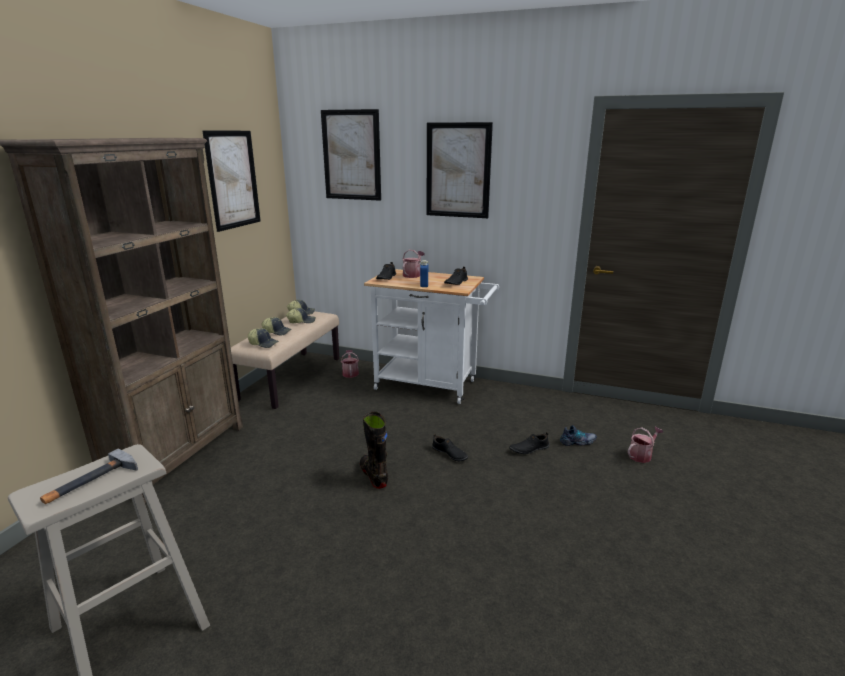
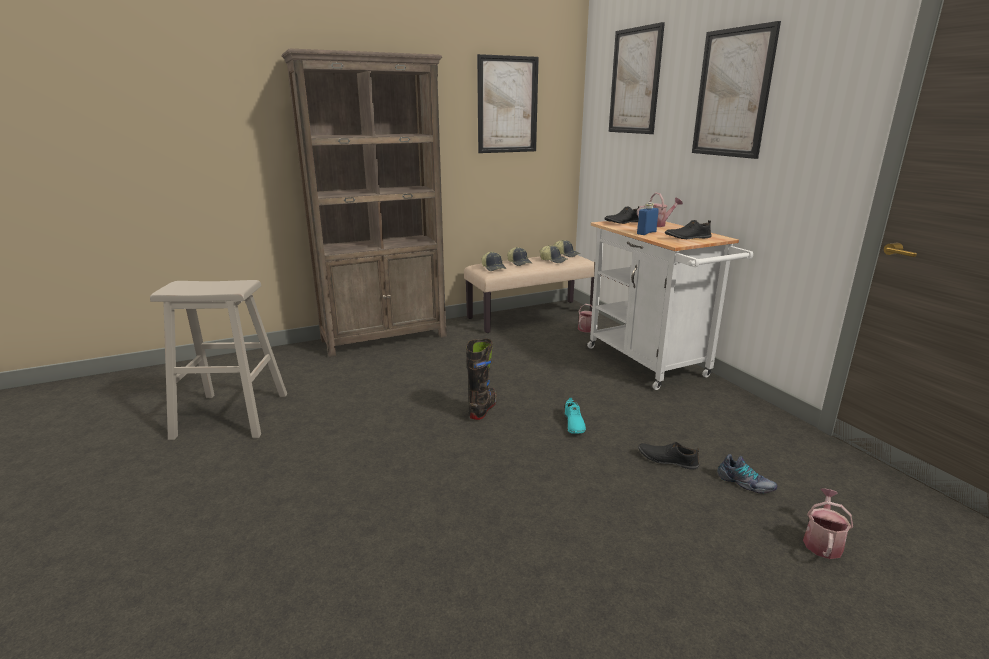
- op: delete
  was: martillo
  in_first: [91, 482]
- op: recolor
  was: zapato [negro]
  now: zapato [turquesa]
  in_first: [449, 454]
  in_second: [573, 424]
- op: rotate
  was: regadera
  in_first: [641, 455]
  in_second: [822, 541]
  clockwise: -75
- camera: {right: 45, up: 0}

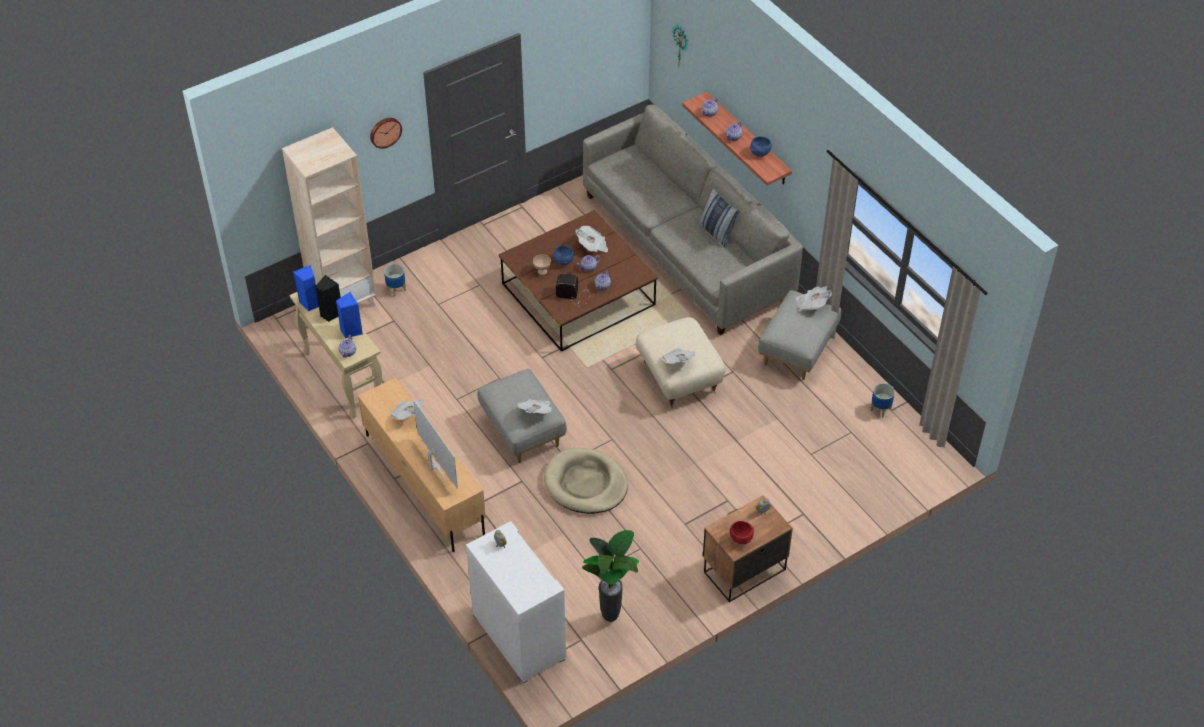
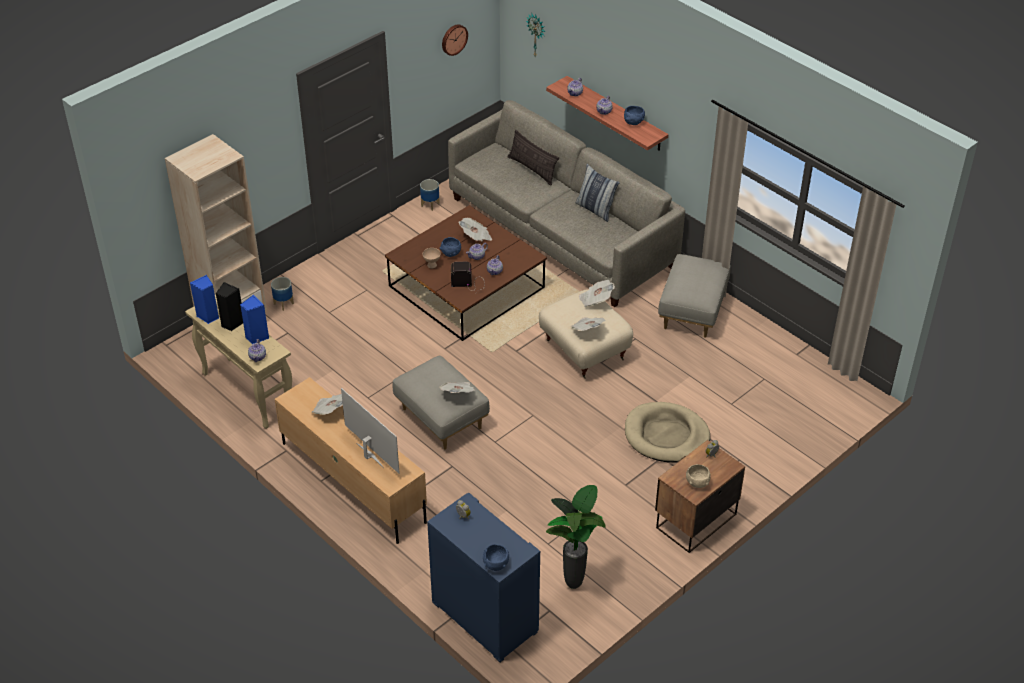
- op: move
  was: reloj de pared
  in_first: [385, 132]
  in_second: [453, 39]
- op: recolor
  was: armario [blanco]
  now: armario [azul]
  in_first: [517, 636]
  in_second: [483, 617]
- op: move
  was: cama para perro [beis]
  in_first: [585, 484]
  in_second: [666, 435]
- op: recolor
  was: cuenco [rojo]
  now: cuenco [beis]
  in_first: [741, 538]
  in_second: [697, 483]
- op: move
  was: periódico
  in_first: [812, 304]
  in_second: [595, 300]
- op: move
  was: maceta
  in_first: [880, 409]
  in_second: [430, 204]
- op: insert
  now: cuenco [azul]
  in_second: [495, 565]
- op: insert
  now: cojín
  in_second: [532, 169]
- camera: {right: -10, up: -5}

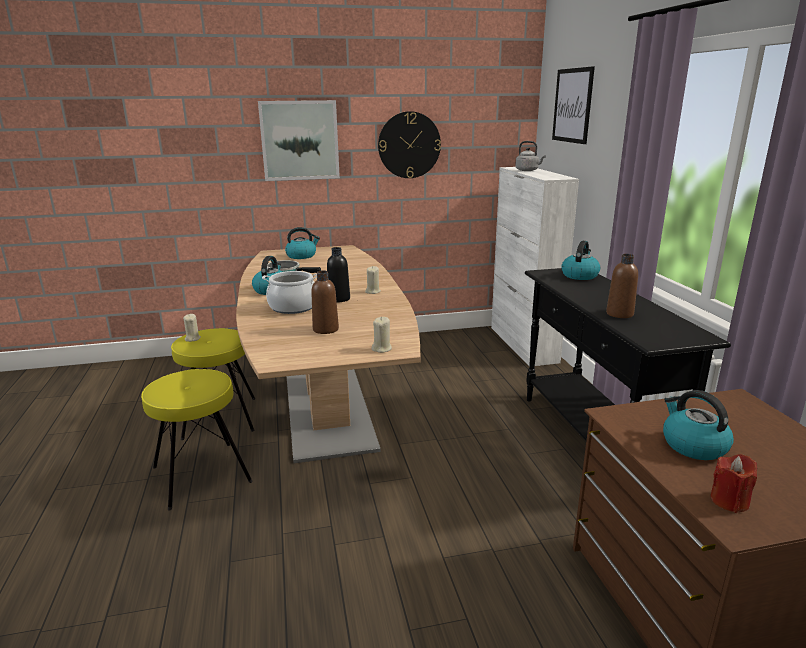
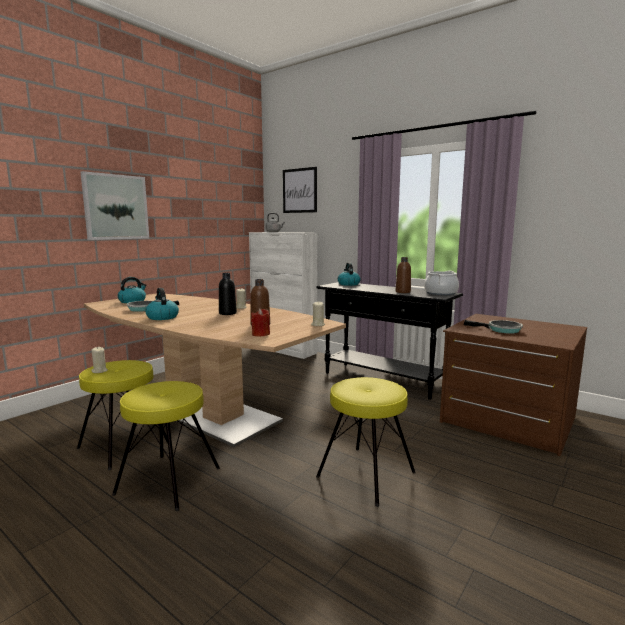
- op: move
  was: olla
  in_first: [293, 307]
  in_second: [440, 293]
- op: delete
  was: reloj de pared
  in_first: [409, 145]
- op: replace
  was: hervidor
  now: sartén
  in_first: [693, 445]
  in_second: [501, 330]
- op: move
  was: vela [rojo]
  in_first: [729, 501]
  in_second: [261, 334]
- op: insert
  now: taburete [amarillo]
  in_second: [366, 475]
- camera: {right: -40, up: -10}

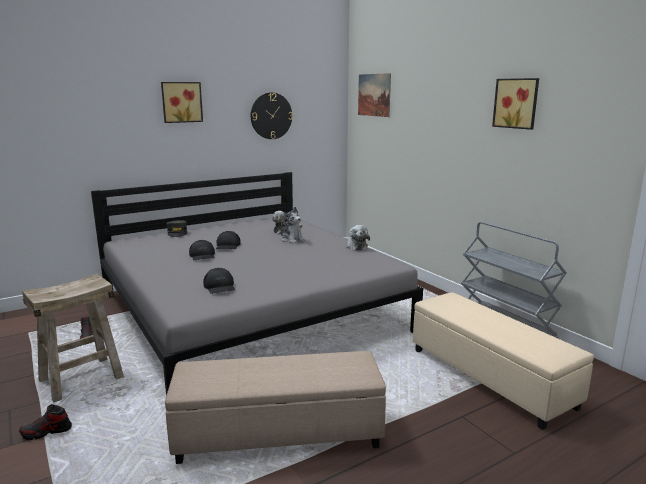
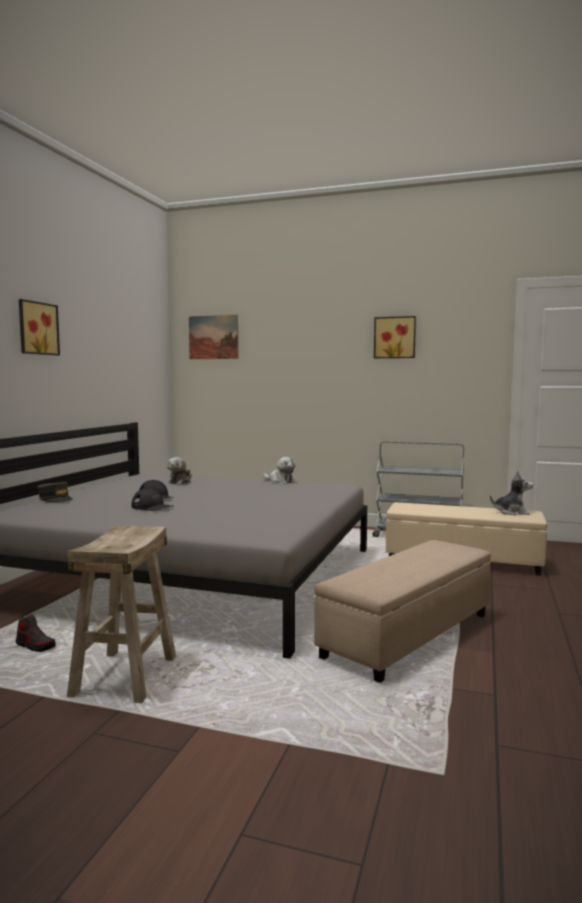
- op: delete
  was: zapato
  in_first: [46, 432]
- op: delete
  was: gorra [negro]
  in_first: [220, 286]
- op: delete
  was: reloj de pared
  in_first: [271, 116]
- op: move
  was: peluche
  in_first: [291, 239]
  in_second: [511, 512]
- camera: {right: -40, up: -10}

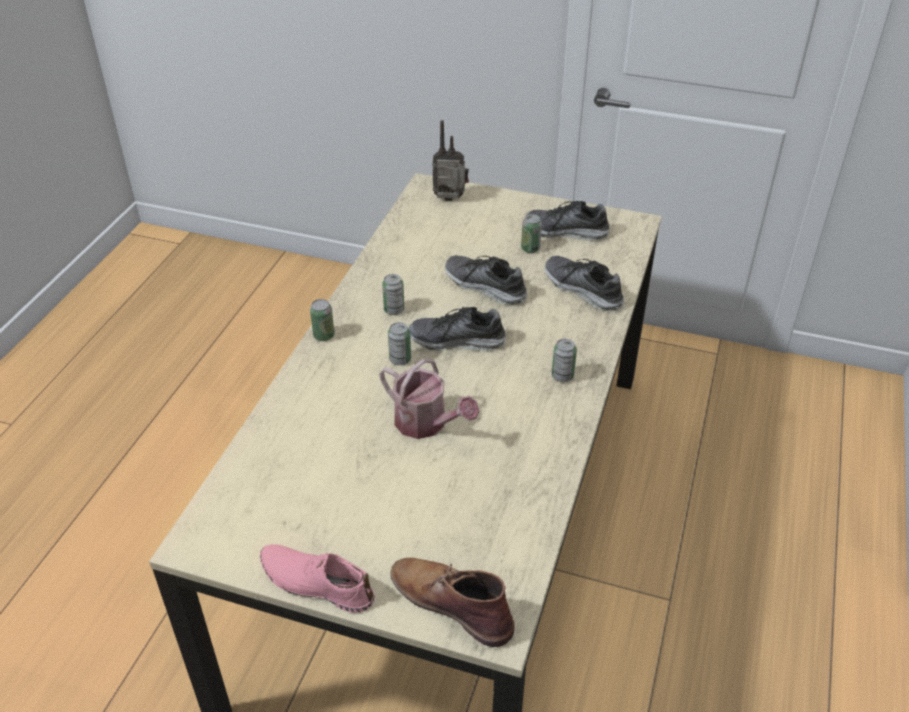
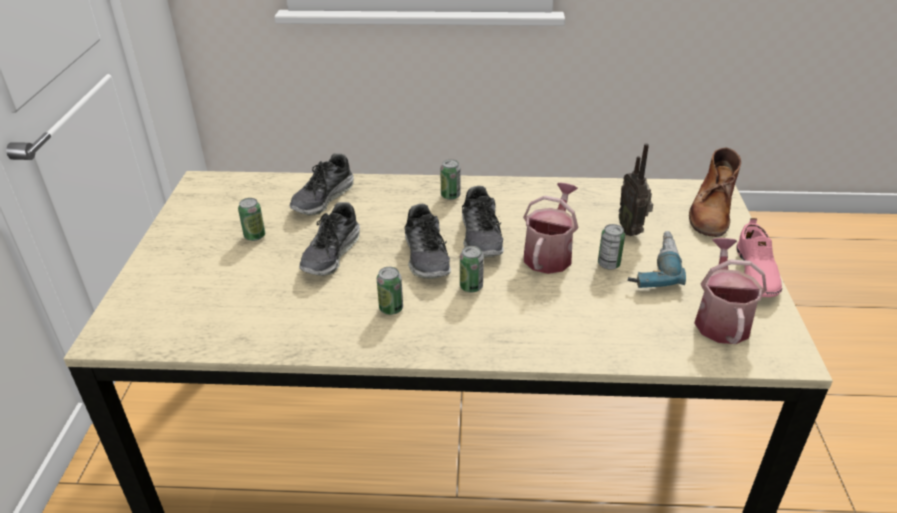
- op: move
  was: lata
  in_first: [324, 336]
  in_second: [608, 264]
- op: move
  was: radio
  in_first: [450, 201]
  in_second: [631, 230]
- op: move
  was: zapato
  in_first: [566, 232]
  in_second: [481, 237]
- op: insert
  now: taladro
  in_second: [651, 266]
- op: insert
  now: regadera
  in_second: [721, 319]
- camera: {right: -105, up: -5}

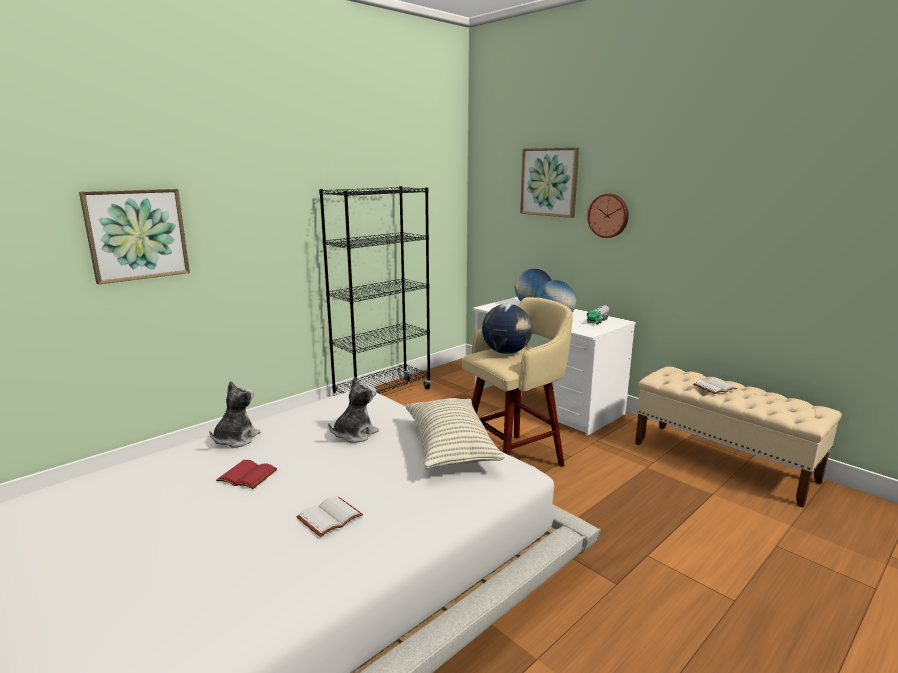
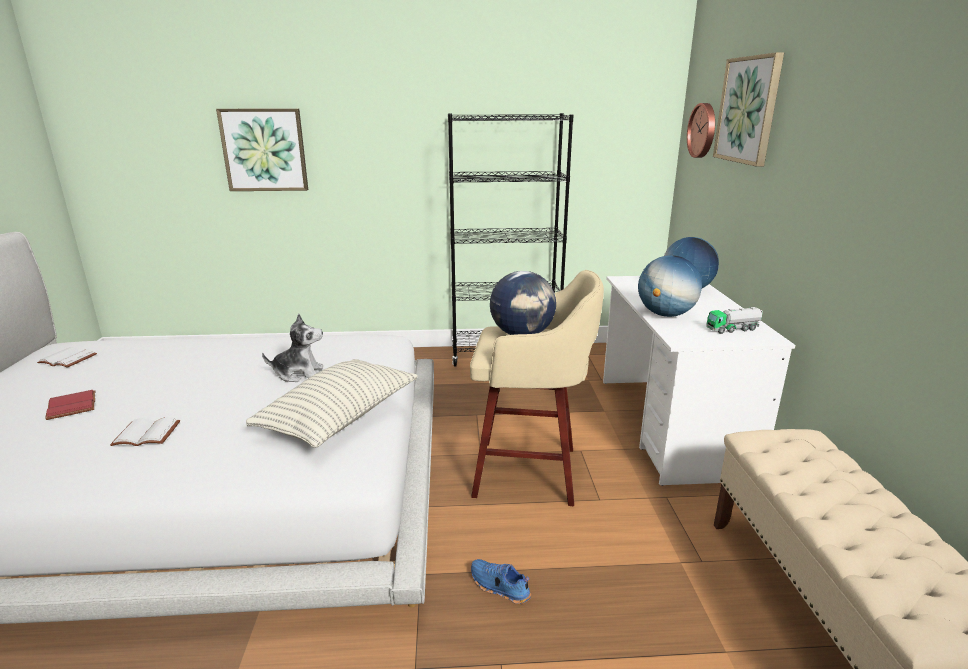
- op: delete
  was: peluche
  in_first: [235, 439]
- op: move
  was: libro [rojo]
  in_first: [249, 475]
  in_second: [74, 406]
- op: move
  was: reloj de pared
  in_first: [609, 215]
  in_second: [703, 130]
- op: move
  was: libro [blanco]
  in_first: [715, 388]
  in_second: [66, 360]
- op: insert
  now: zapato [azul]
  in_second: [499, 587]
- camera: {right: 40, up: 5}

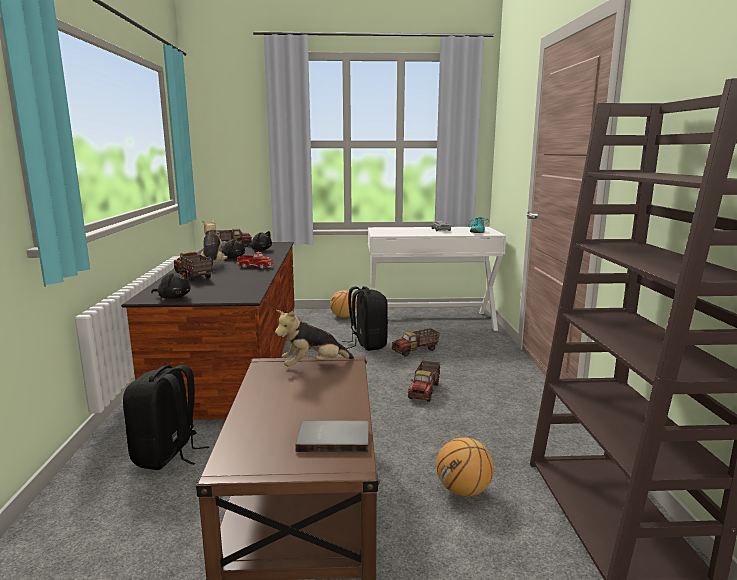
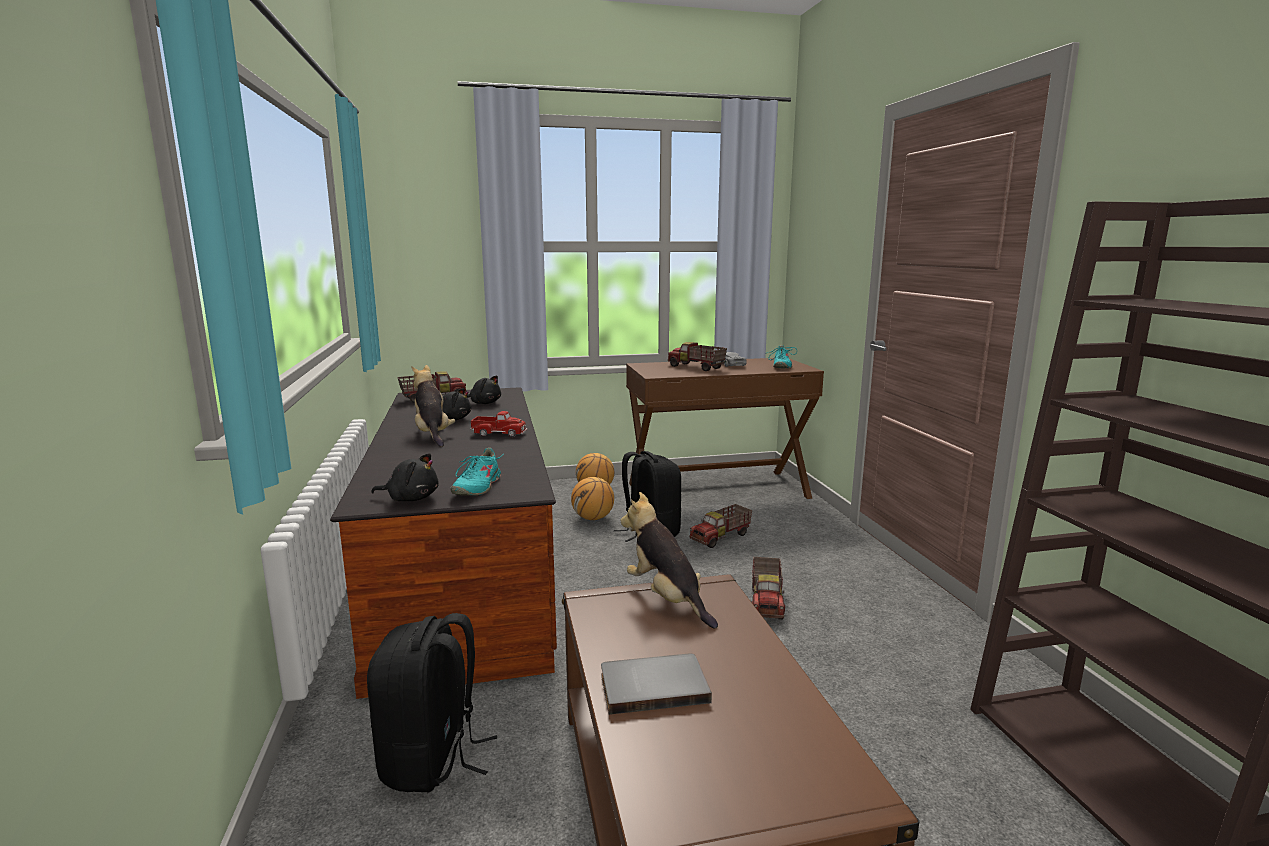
- op: move
  was: camión de juguete
  in_first: [193, 276]
  in_second: [696, 368]
- op: rotate
  was: peluche
  in_first: [313, 366]
  in_second: [667, 599]
  clockwise: 90
- op: move
  was: libro [gris]
  in_first: [333, 438]
  in_second: [653, 685]
- op: recolor
  was: escritorio [blanco]
  now: escritorio [marrón]
  in_first: [430, 321]
  in_second: [717, 490]
- op: move
  was: balón de baloncesto
  in_first: [463, 491]
  in_second: [593, 518]
- op: insert
  now: zapato [turquesa]
  in_second: [477, 487]
- camera: {right: -10, up: 0}

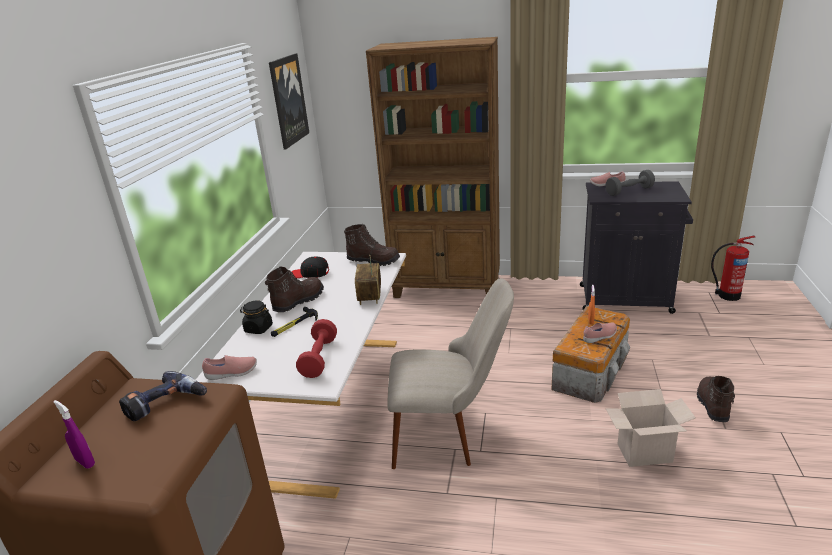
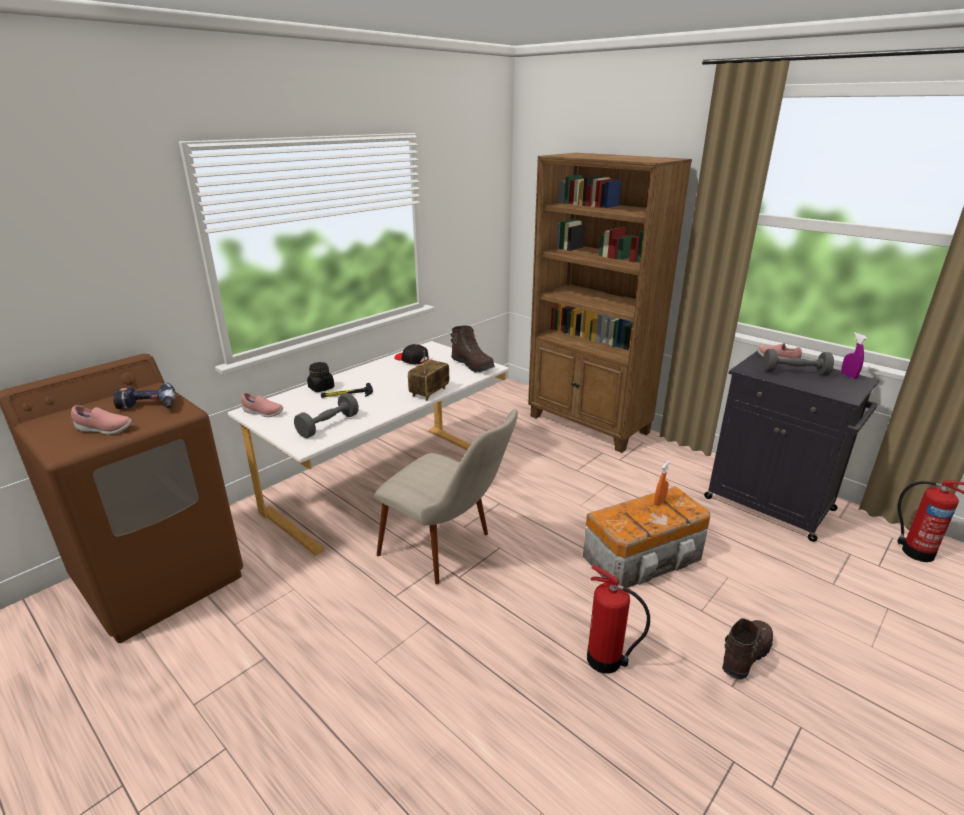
- op: move
  was: pulverizador [morado]
  in_first: [85, 462]
  in_second: [848, 376]
- op: delete
  was: bota [marrón]
  in_first: [298, 301]
- op: delete
  was: cuadro
  in_first: [288, 100]
- op: recolor
  was: mancuerna [rojo]
  now: mancuerna [gris]
  in_first: [319, 358]
  in_second: [328, 425]
- op: move
  was: zapato [rosa]
  in_first: [600, 337]
  in_second: [104, 430]
- op: replace
  was: caja de cartón
  now: extintor
  in_first: [643, 454]
  in_second: [606, 661]
- camera: {right: 30, up: 0}

